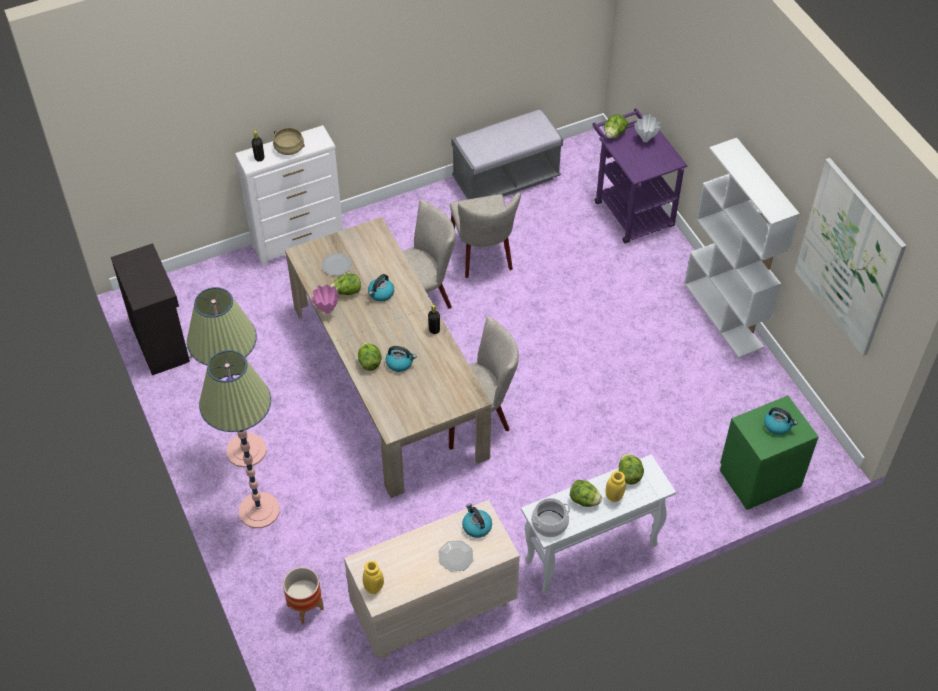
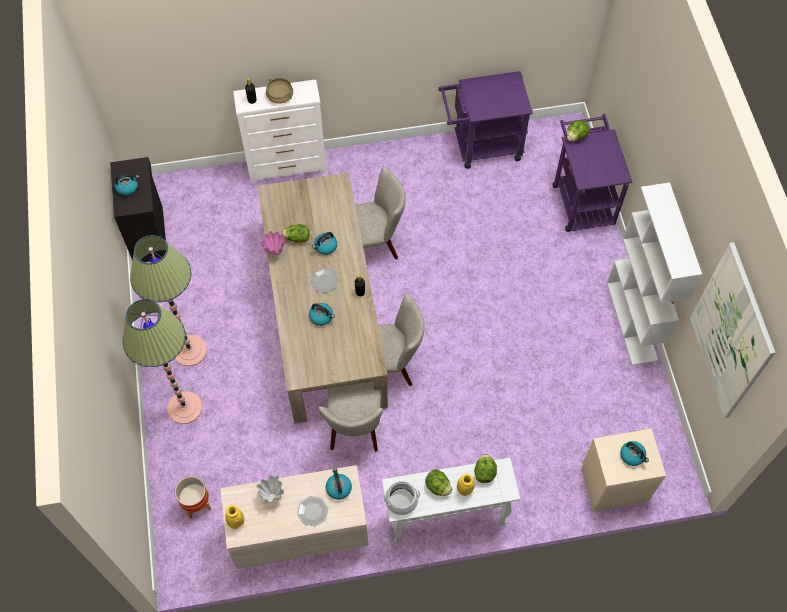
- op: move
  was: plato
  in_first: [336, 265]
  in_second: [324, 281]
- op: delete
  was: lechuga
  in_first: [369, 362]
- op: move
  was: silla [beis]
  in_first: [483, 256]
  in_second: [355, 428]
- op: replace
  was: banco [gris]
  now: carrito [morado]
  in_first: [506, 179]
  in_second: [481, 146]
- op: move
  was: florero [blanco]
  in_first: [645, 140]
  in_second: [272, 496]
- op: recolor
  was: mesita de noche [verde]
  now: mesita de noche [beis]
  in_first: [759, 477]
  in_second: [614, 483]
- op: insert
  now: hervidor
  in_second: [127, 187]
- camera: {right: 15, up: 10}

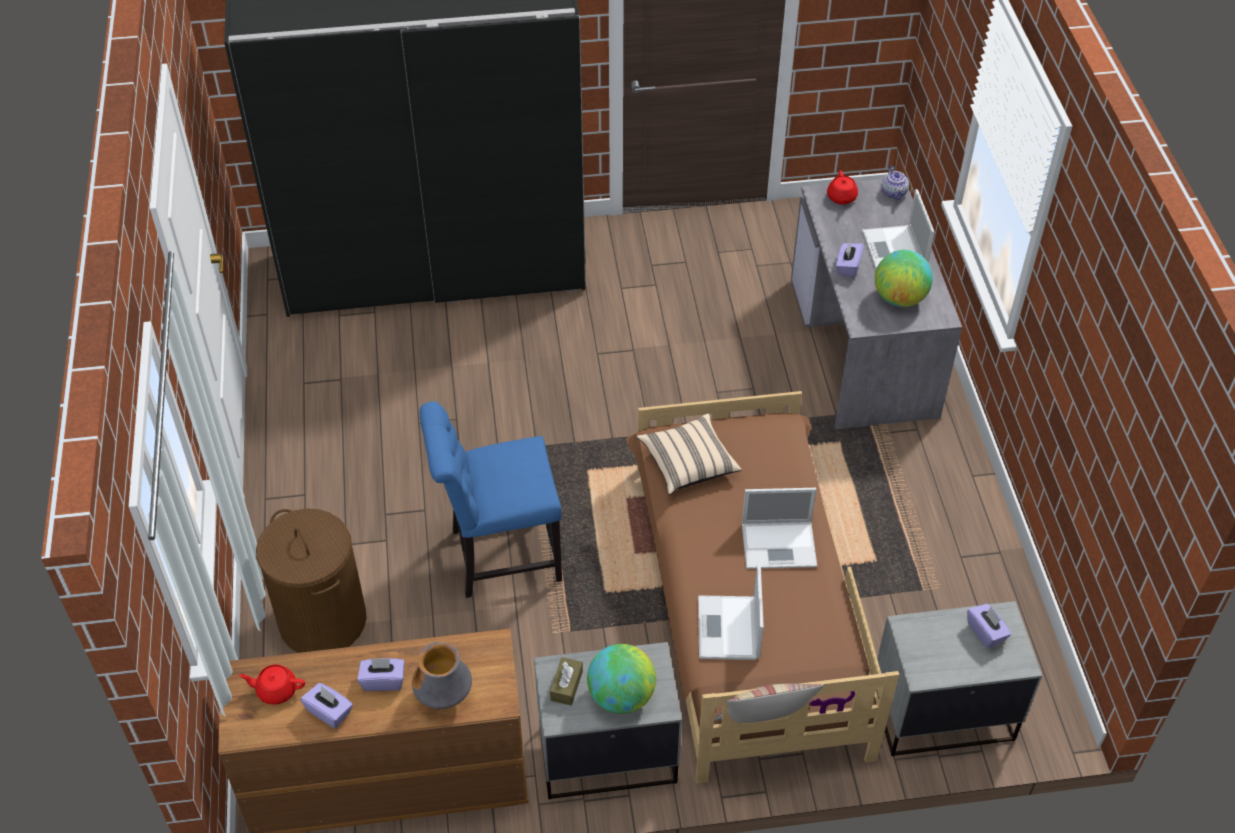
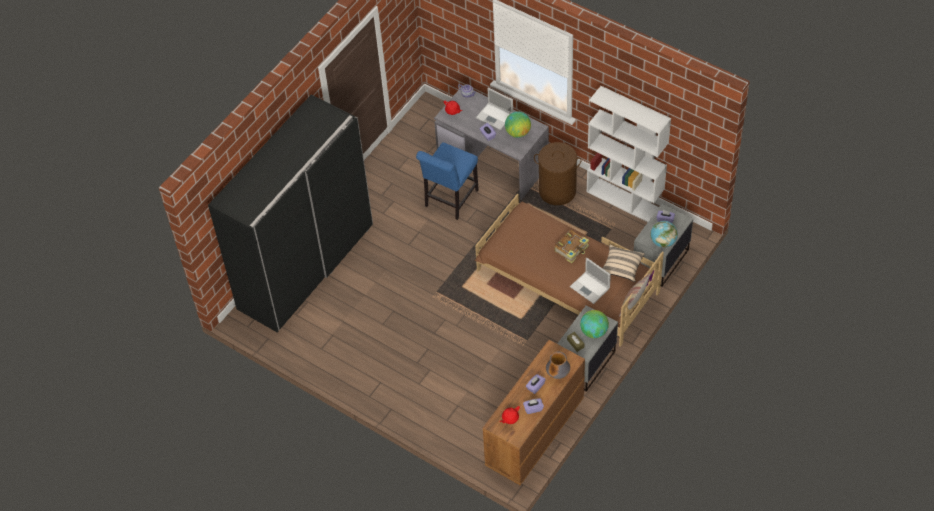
- op: move
  was: cesto de la ropa [marrón]
  in_first: [322, 620]
  in_second: [557, 191]
- op: move
  was: silla [azul]
  in_first: [499, 556]
  in_second: [449, 200]
- op: move
  was: cojín [beis]
  in_first: [688, 463]
  in_second: [622, 267]
- op: replace
  was: portátil
  now: libro
  in_first: [780, 544]
  in_second: [572, 249]
- op: insert
  now: estantería [blanco]
  in_second: [625, 200]
- op: insert
  now: globo terráqueo
  in_second: [663, 242]
- camera: {right: -45, up: 5}

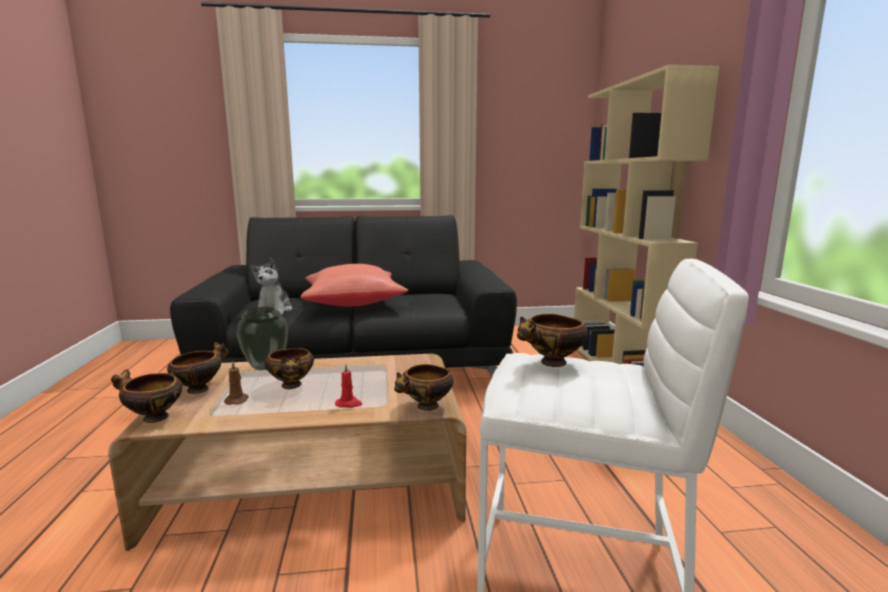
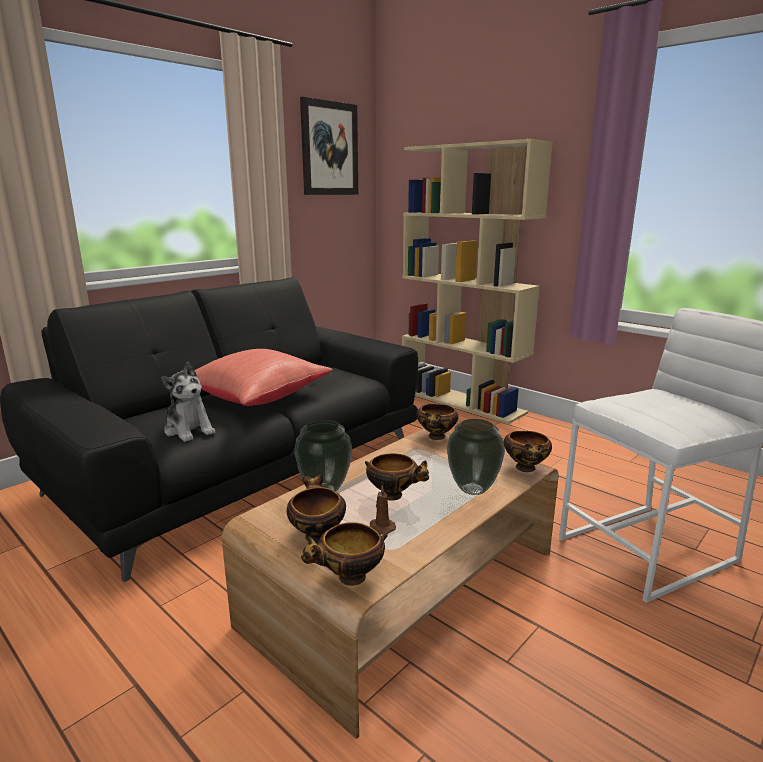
- op: replace
  was: vela [rojo]
  now: florero
  in_first: [349, 404]
  in_second: [474, 489]
- op: move
  was: cuenco
  in_first: [551, 363]
  in_second: [436, 437]
- op: insert
  now: cuadro
  in_second: [329, 149]
- camera: {right: -40, up: 5}

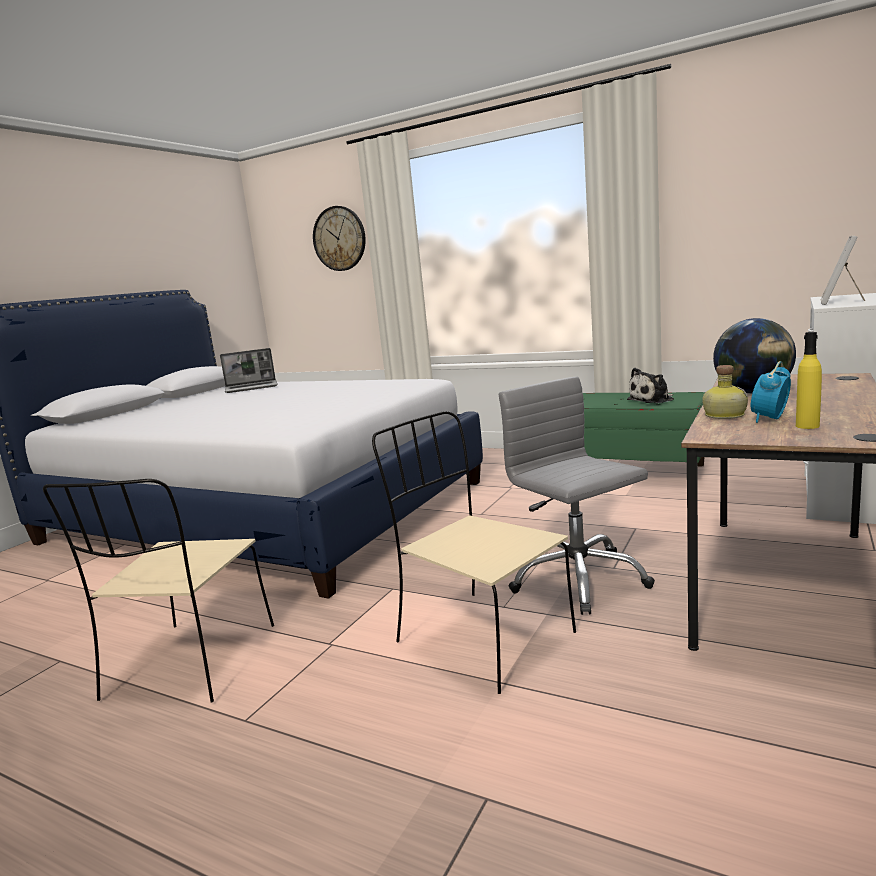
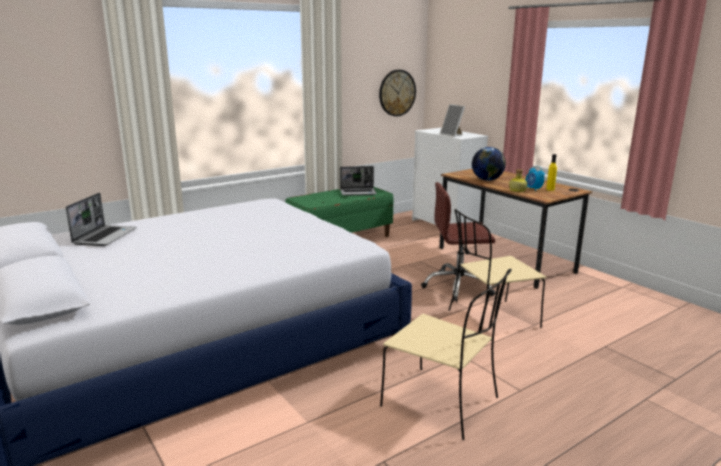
- op: move
  was: reloj de pared
  in_first: [339, 238]
  in_second: [397, 93]
- op: recolor
  was: silla de oficina [gris]
  now: silla de oficina [marrón]
  in_first: [577, 579]
  in_second: [458, 287]
- op: replace
  was: peluche
  now: portátil
  in_first: [653, 400]
  in_second: [358, 192]
- camera: {right: -65, up: 5}

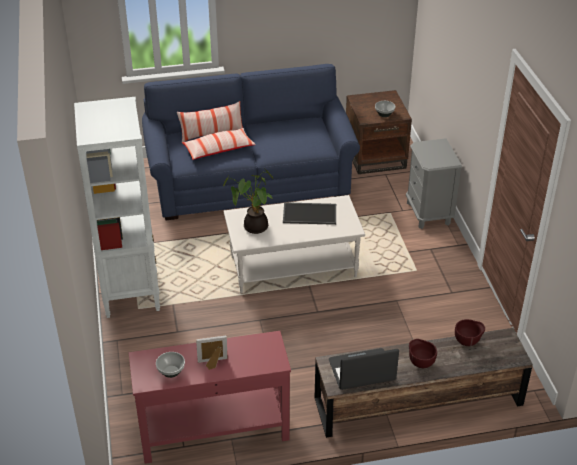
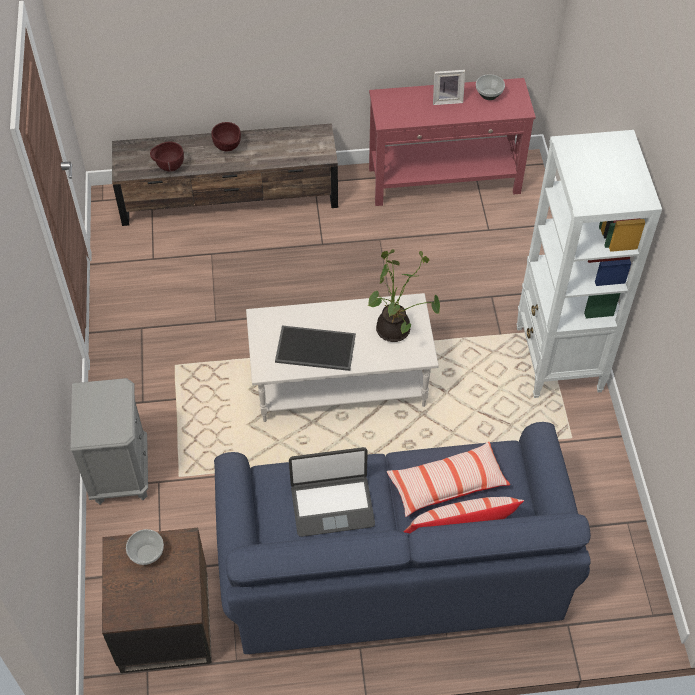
- op: move
  was: portátil
  in_first: [362, 371]
  in_second: [332, 505]
- camera: {right: -175, up: 15}

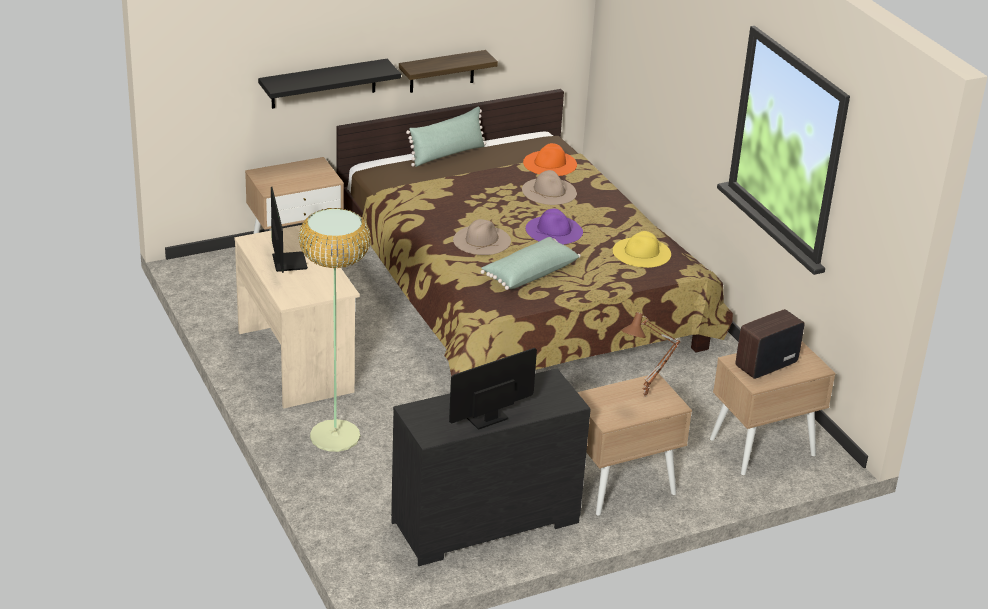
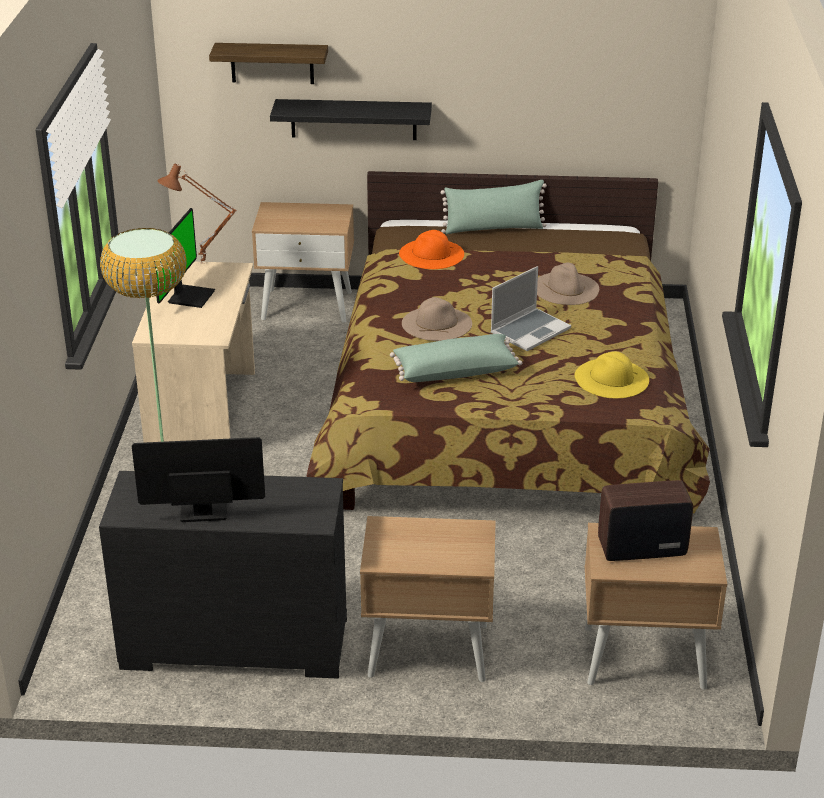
- op: move
  was: estante
  in_first: [442, 71]
  in_second: [272, 63]
- op: move
  was: sombrero [naranja]
  in_first: [550, 163]
  in_second: [431, 254]
- op: replace
  was: sombrero [morado]
  now: portátil
  in_first: [554, 230]
  in_second: [530, 330]
- op: move
  was: lámpara de mesa [marrón]
  in_first: [646, 398]
  in_second: [202, 264]
- camera: {right: 30, up: 0}

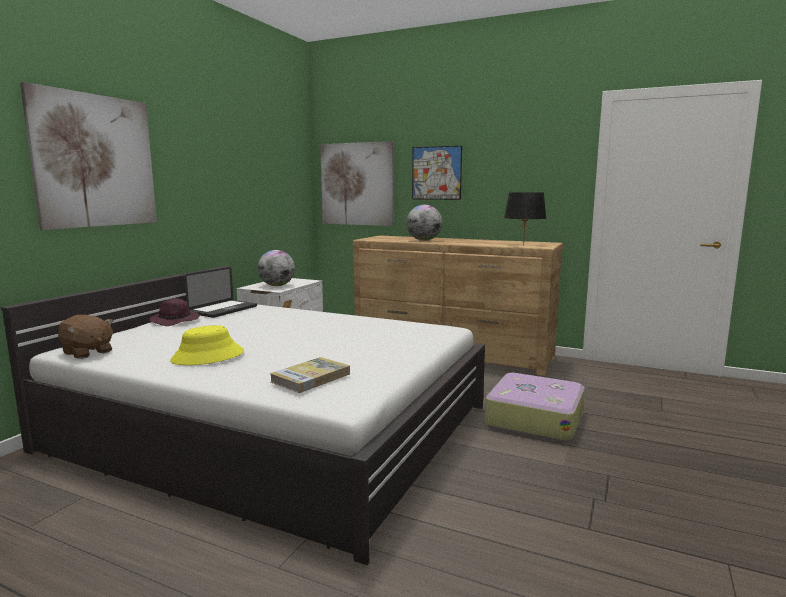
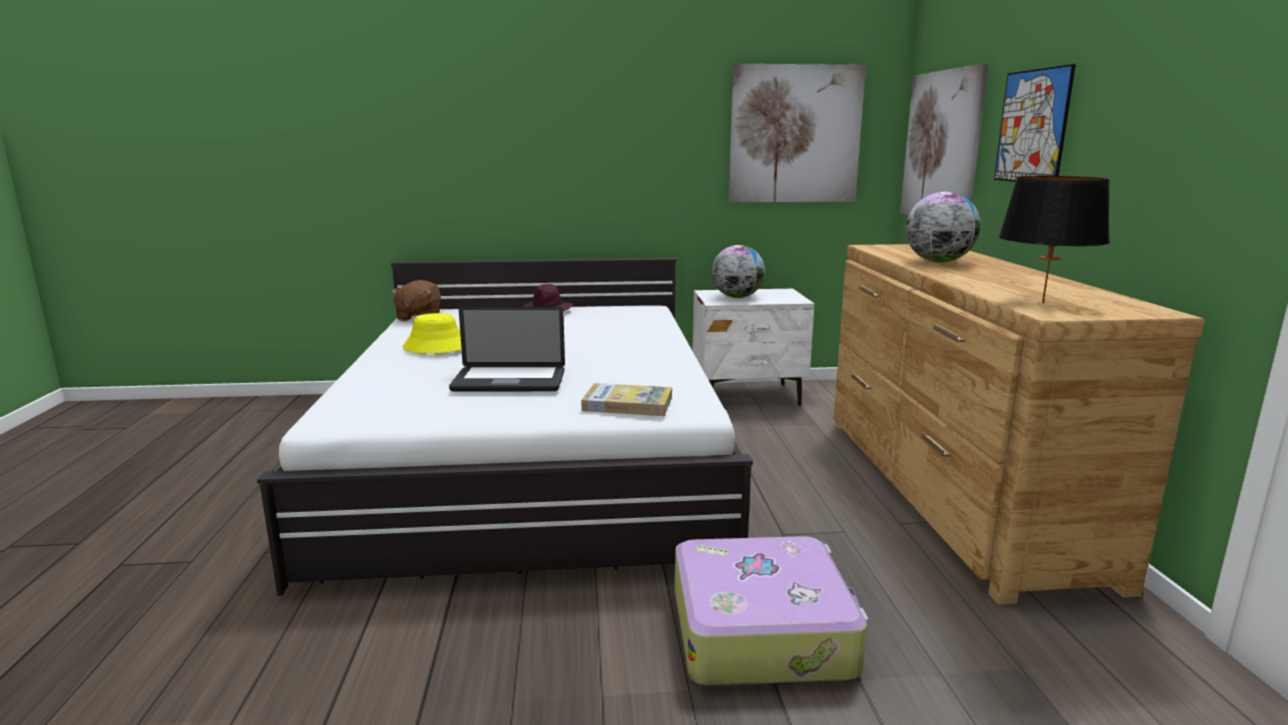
- op: move
  was: cuadro
  in_first: [95, 161]
  in_second: [795, 134]
- op: move
  was: portátil
  in_first: [223, 310]
  in_second: [509, 381]
- op: move
  was: libro
  in_first: [311, 378]
  in_second: [627, 404]
- camera: {right: 60, up: 5}

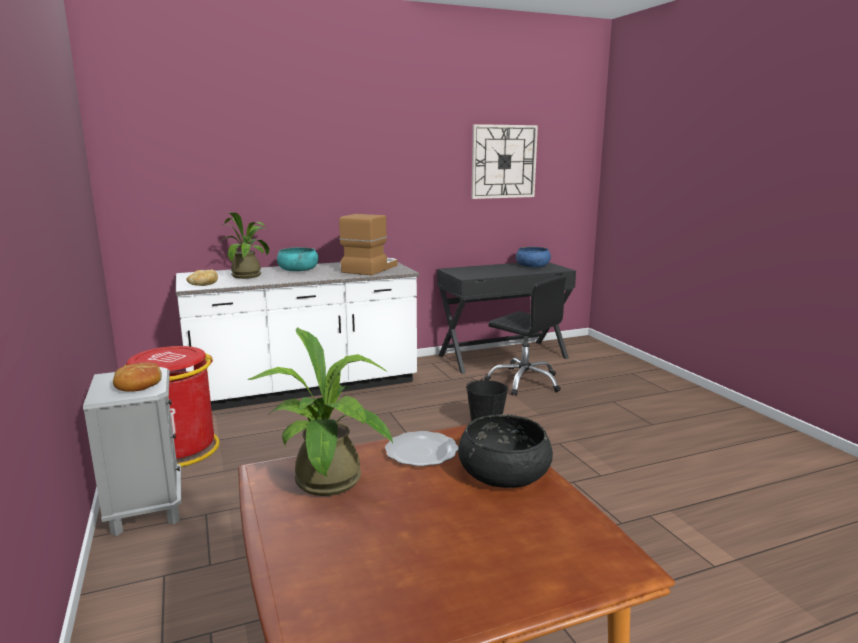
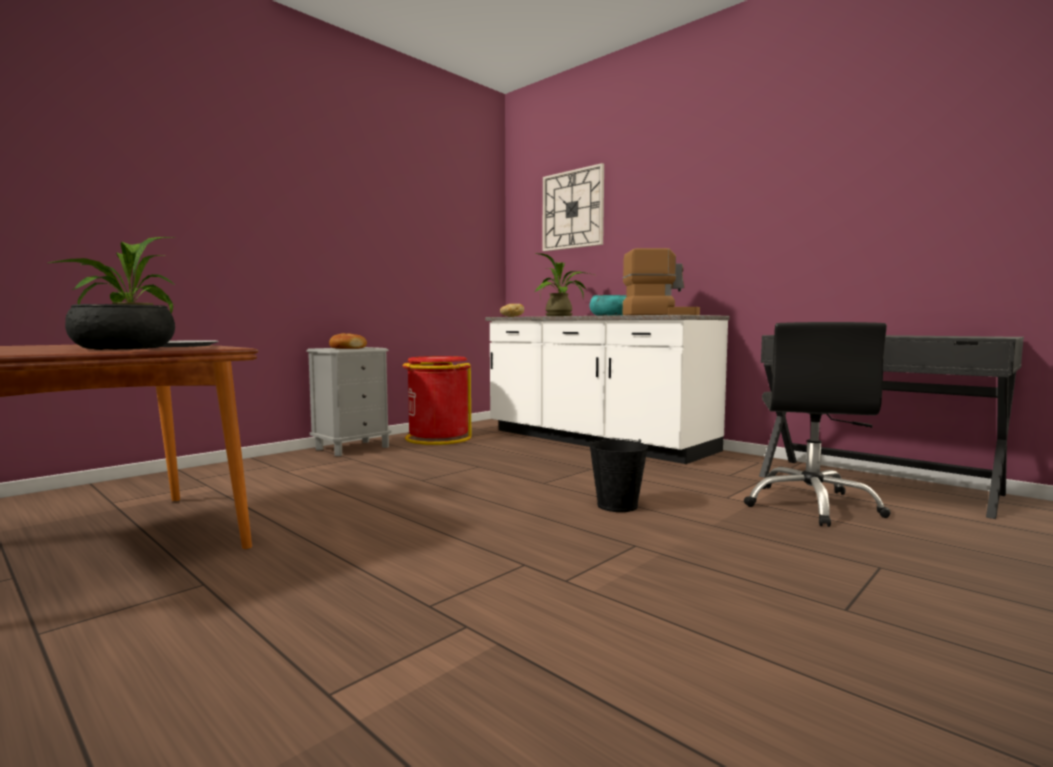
- op: move
  was: reloj de pared
  in_first: [503, 161]
  in_second: [572, 209]
- op: delete
  was: cuenco [azul]
  in_first: [532, 265]
- camera: {right: 65, up: -10}

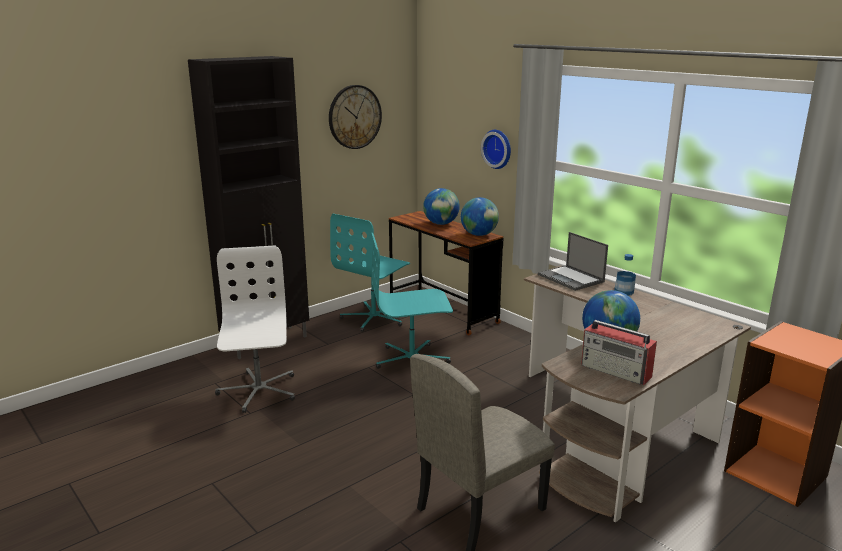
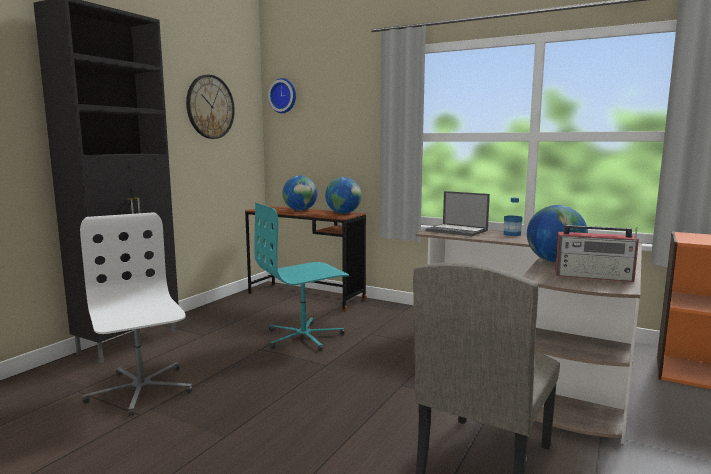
- op: delete
  was: silla de oficina [turquesa]
  in_first: [374, 318]
- op: move
  was: reloj de pared
  in_first: [498, 148]
  in_second: [284, 96]
- camera: {right: -20, up: -10}

